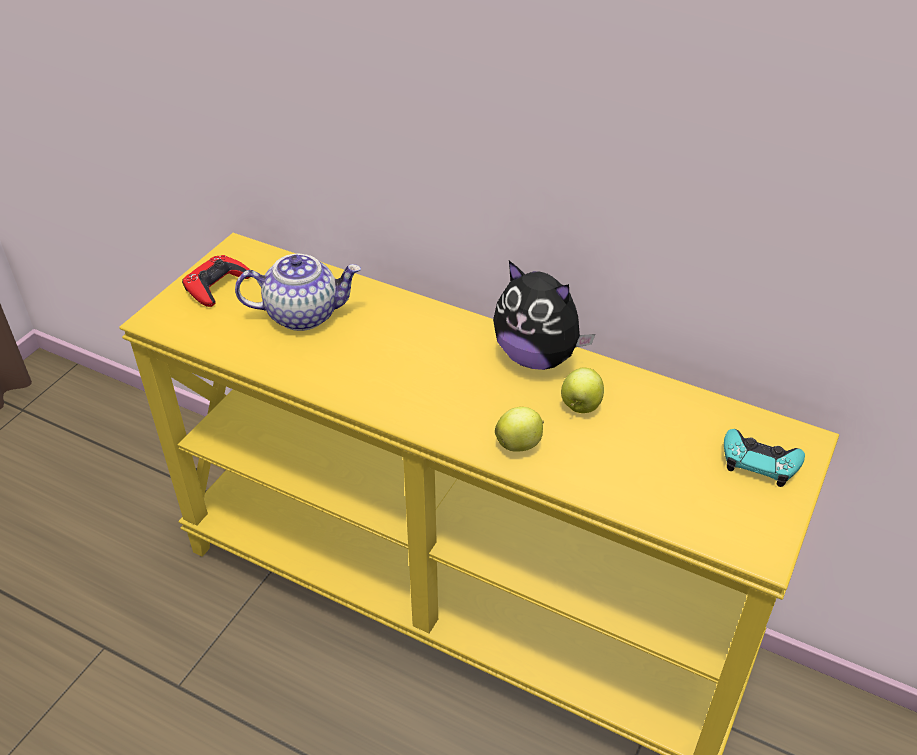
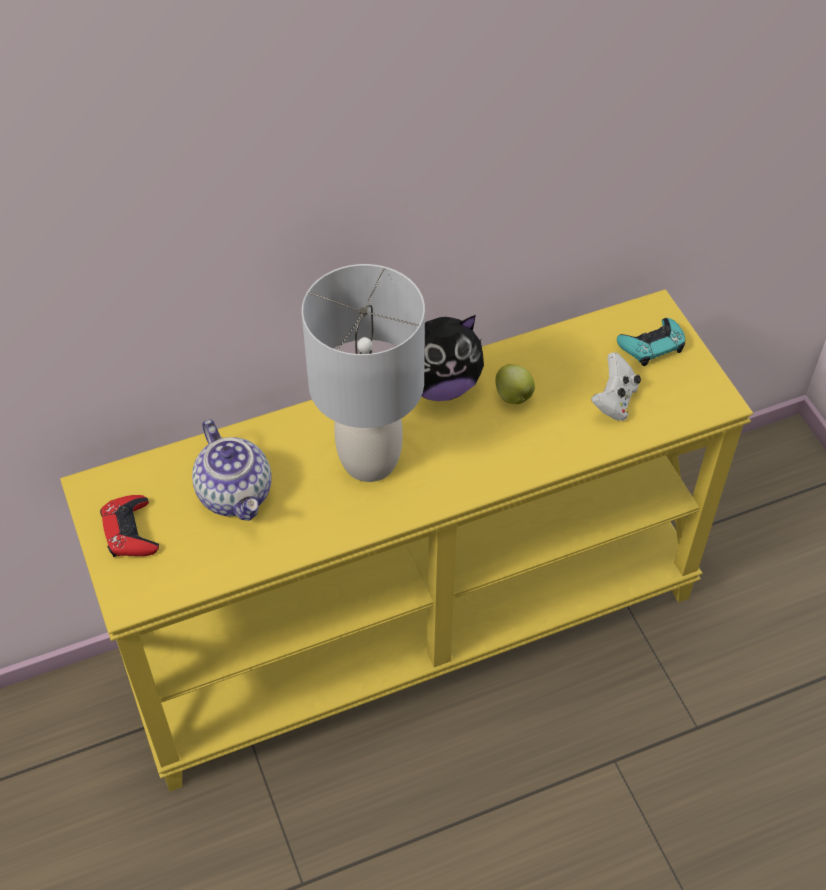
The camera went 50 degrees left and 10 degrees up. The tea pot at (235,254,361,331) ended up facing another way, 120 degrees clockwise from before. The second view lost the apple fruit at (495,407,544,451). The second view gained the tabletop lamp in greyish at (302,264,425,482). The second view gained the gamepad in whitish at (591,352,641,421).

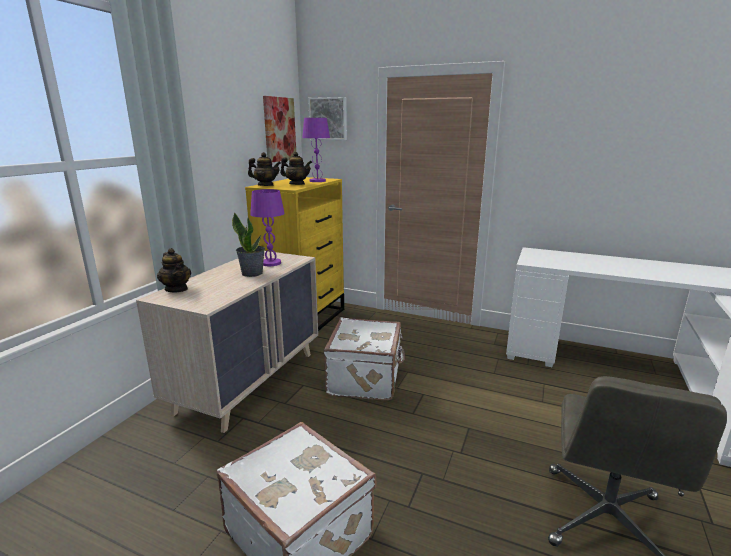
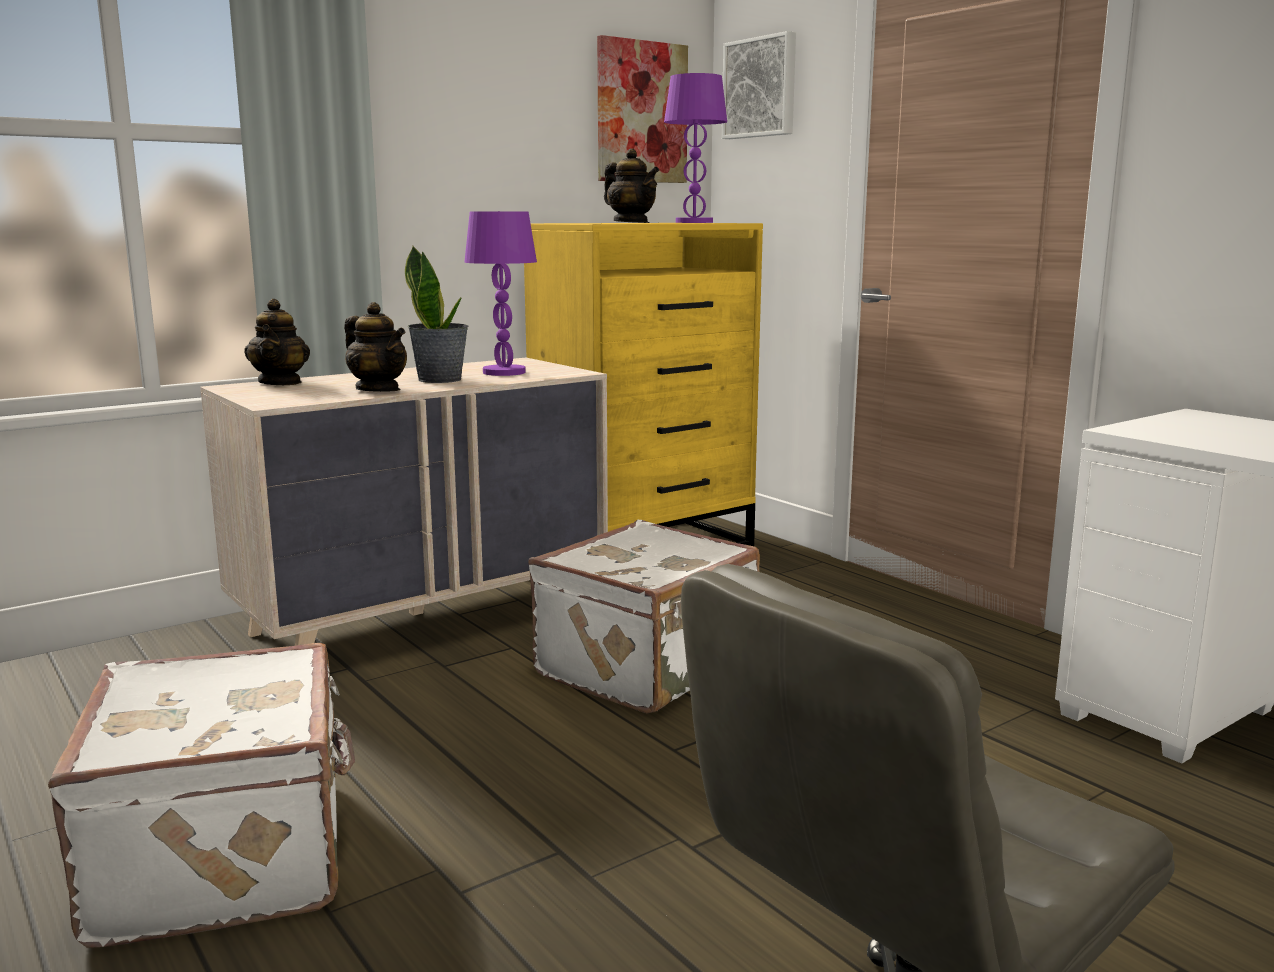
The camera went 30 degrees right and 5 degrees down. The tea pot ended up elsewhere, having gone from (248,152,281,186) to (344,302,407,392).

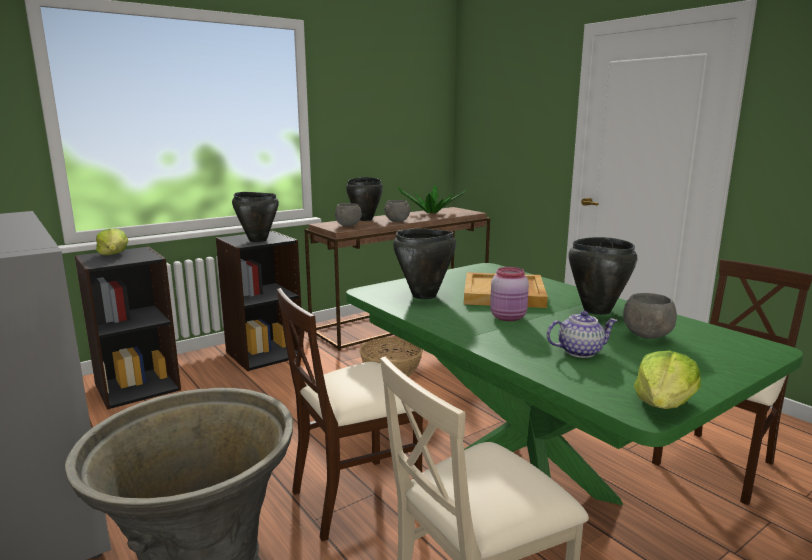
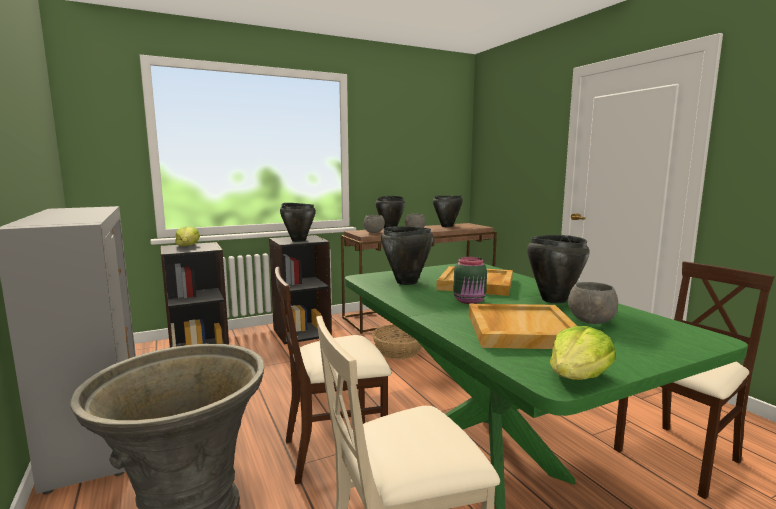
The camera went 10 degrees right and 5 degrees down. Where the potted plant stood at (398,185,467,213), the cooking pot in blackish came to stand at (433,195,463,227). What was the preserve jar in pink-coloured at (490,267,529,321) turned into the preserve jar in green at (453,257,487,304). Where the tea pot stood at (547,311,618,358), the tray in beige-coloured came to stand at (469,304,577,349).

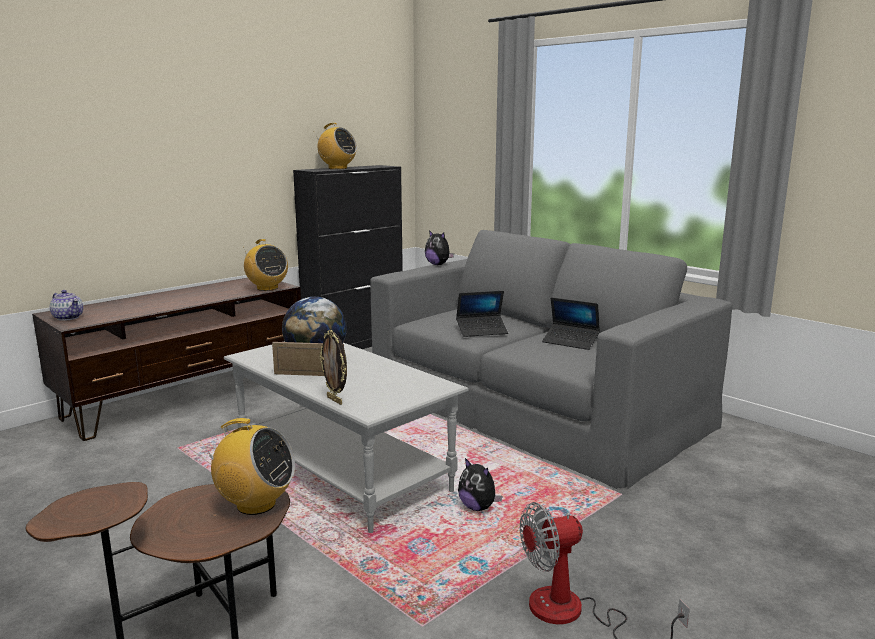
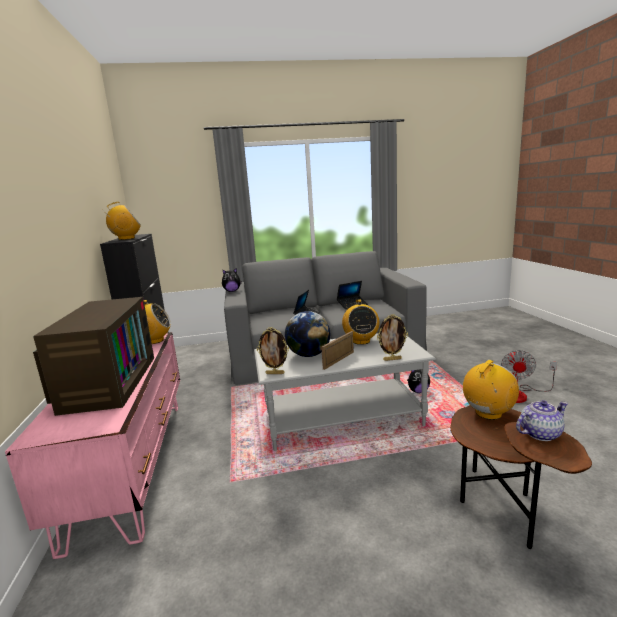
The camera went 55 degrees left and 0 degrees up. What was the tv unit in brown at (32,278,301,441) turned into the tv unit in pink-coloured at (5,332,180,559). The tea pot ended up elsewhere, having gone from (50,290,83,321) to (516,400,568,441). The second view gained the television at (33,297,154,416). The second view gained the radio at (342,299,380,345). The second view gained the standing frame at (257,327,289,374).

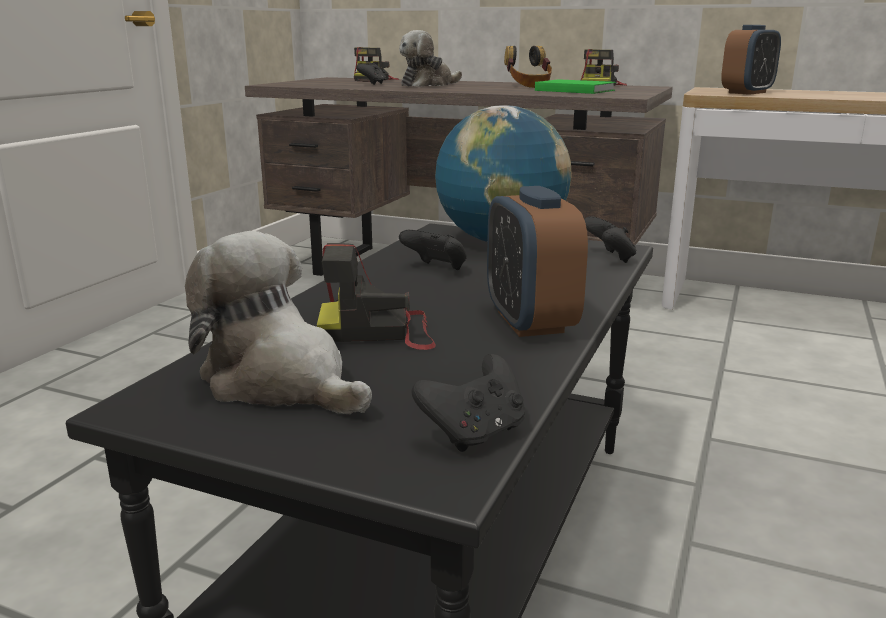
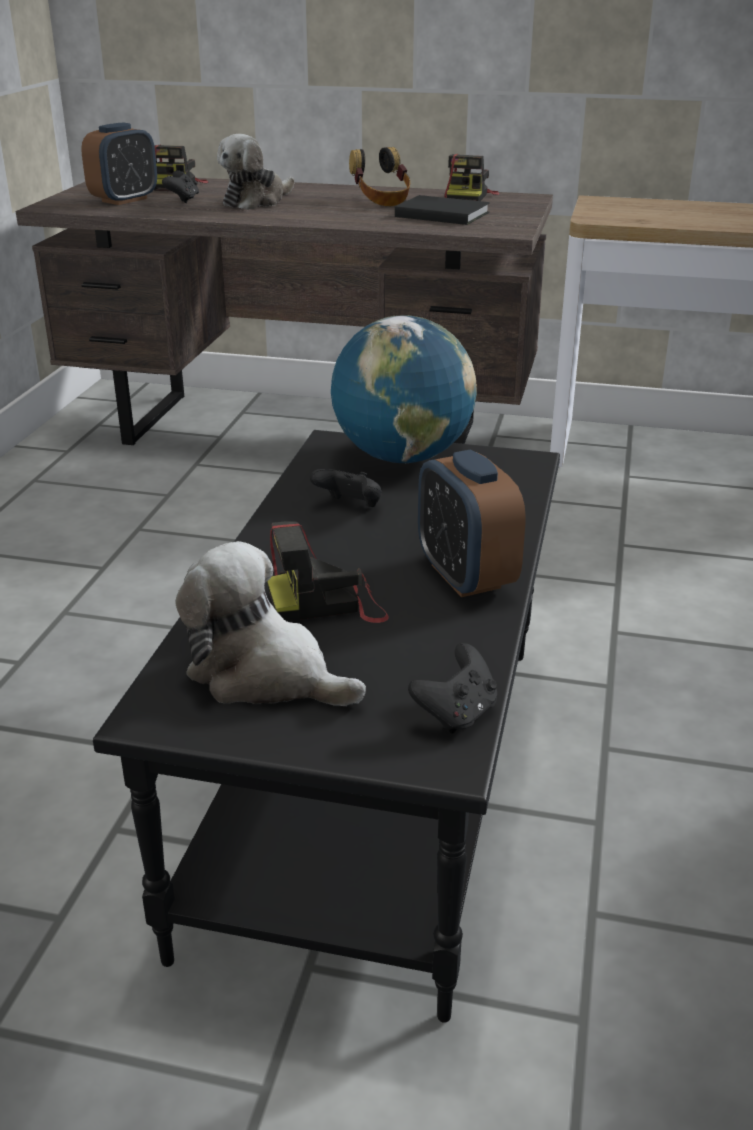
The camera went 10 degrees left and 10 degrees up. The bedside clock ended up elsewhere, having gone from (721,25,781,95) to (81,122,157,205). What was the bound book in green at (535,79,616,94) turned into the bound book in blackish at (395,195,490,225). The second view lost the gamepad in blackish at (584,216,636,263).

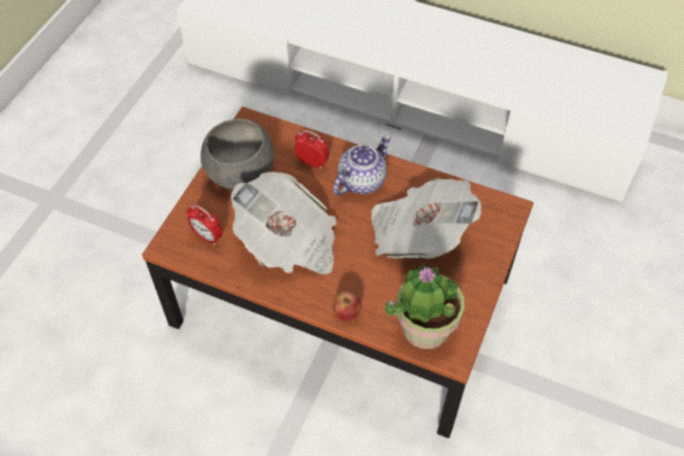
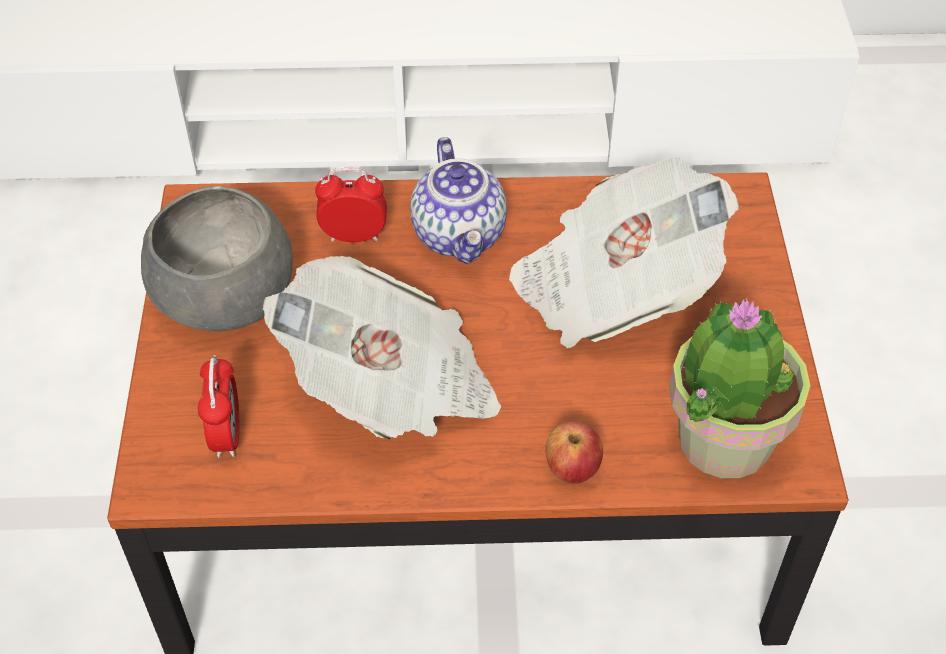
The camera went 25 degrees left and 5 degrees down. The tea pot at (333,135,391,195) ended up facing another way, 150 degrees clockwise from before. The bedside clock at (187,205,223,246) ended up facing another way, 105 degrees counterclockwise from before.

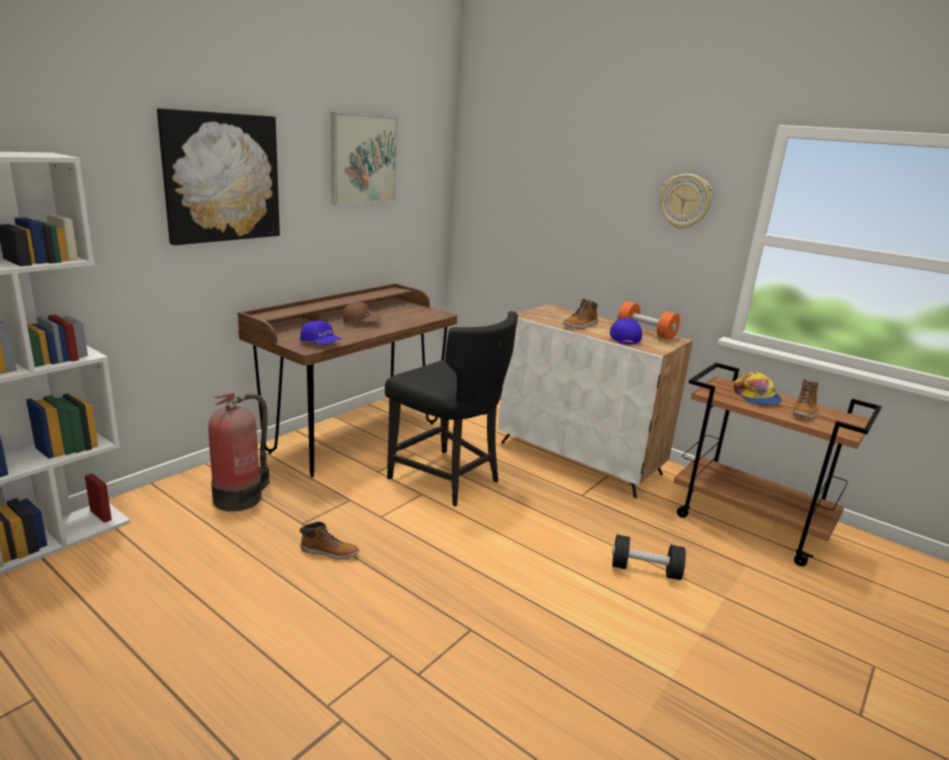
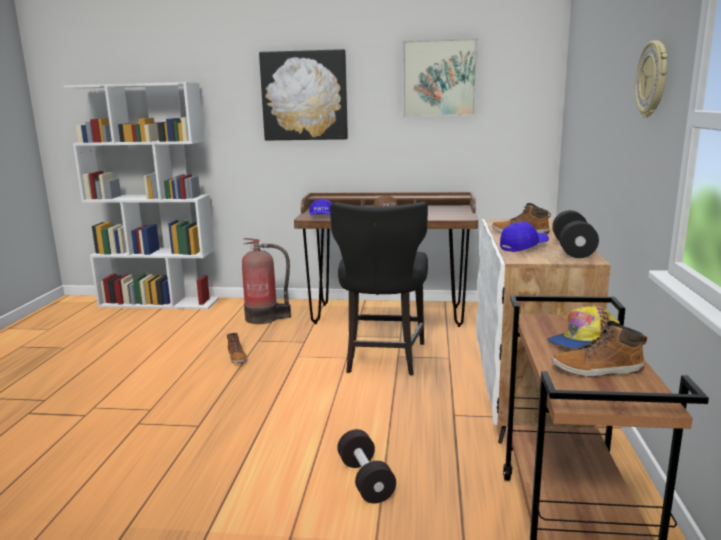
The camera went 60 degrees right and 5 degrees down. What was the free weight in orange at (618,301,680,340) turned into the free weight in blackish at (552,210,599,258).

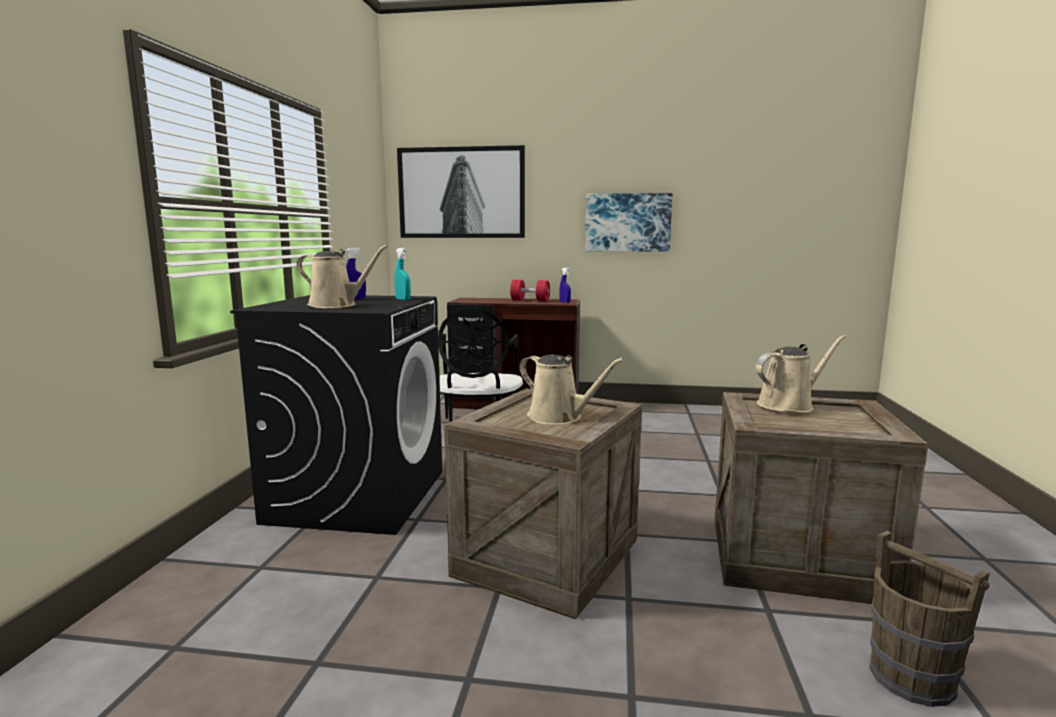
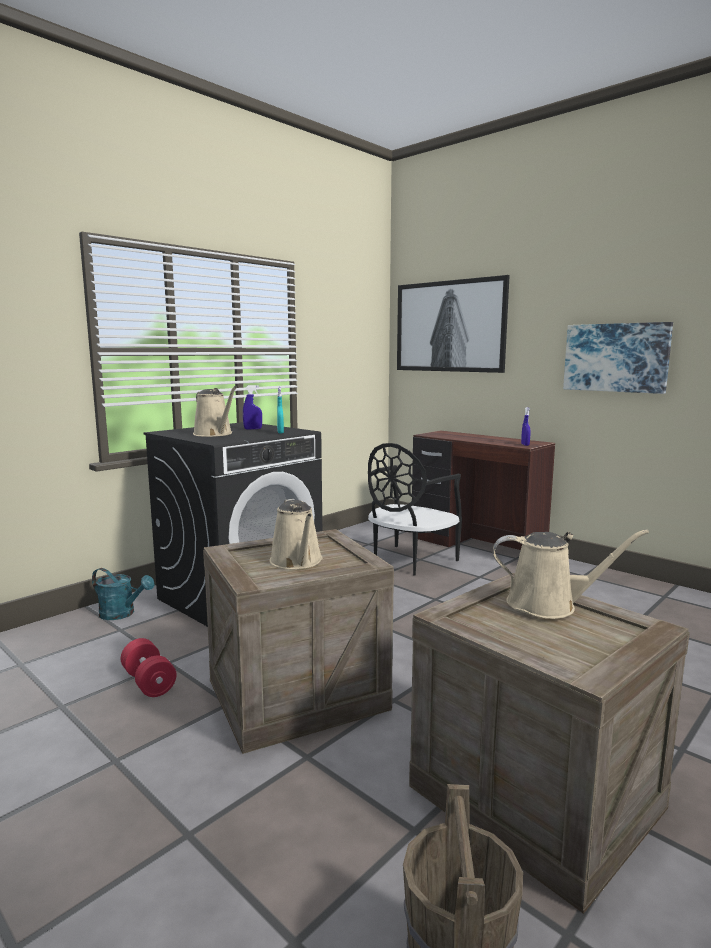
The camera went 35 degrees right and 0 degrees up. The free weight in red ended up elsewhere, having gone from (510,280,550,301) to (121,638,176,697). The second view gained the watering pot in turquoise at (92,568,155,620).

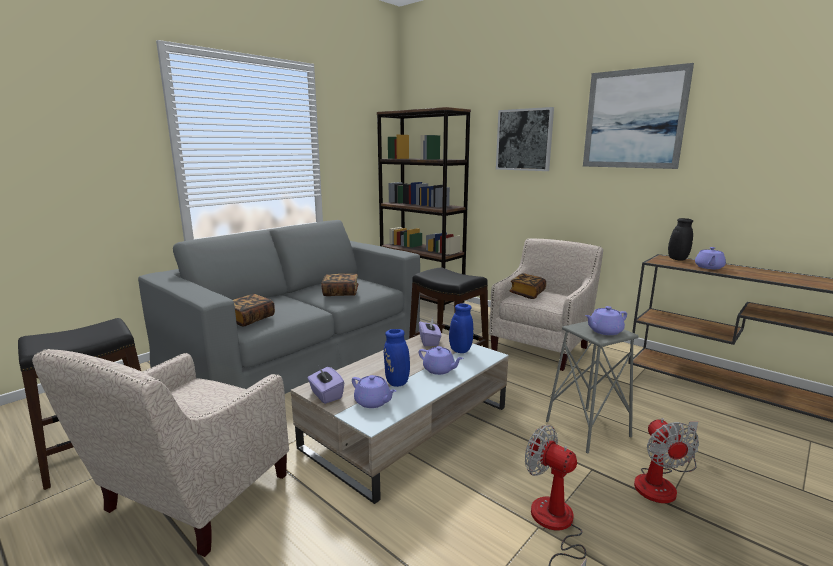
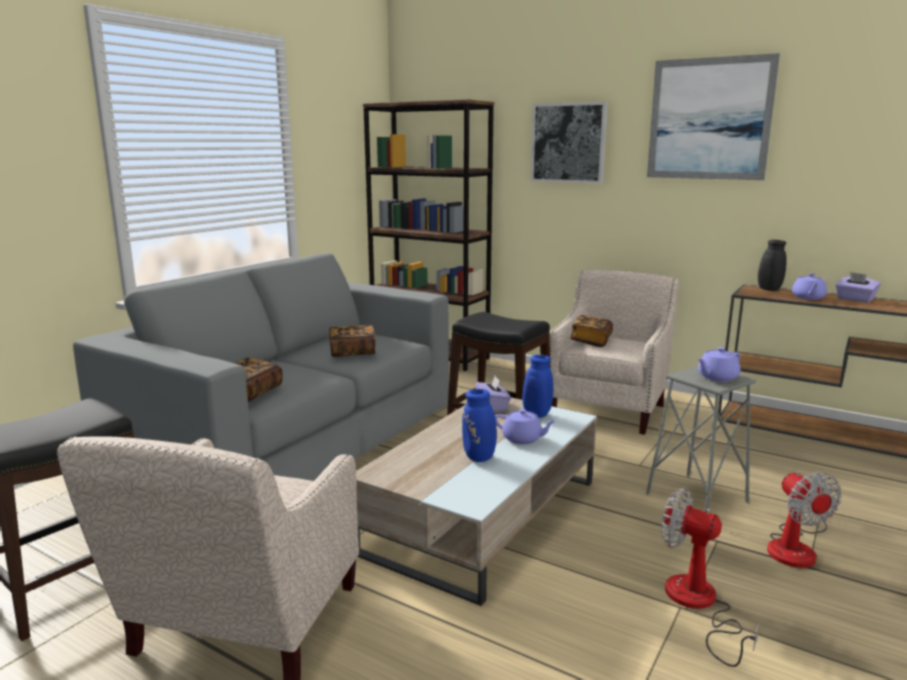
The camera went 10 degrees left and 0 degrees up. The box of tissues in purple-coloured ended up elsewhere, having gone from (307,367,344,404) to (835,272,881,302). The second view lost the tea pot in purple-coloured at (352,375,396,408).

